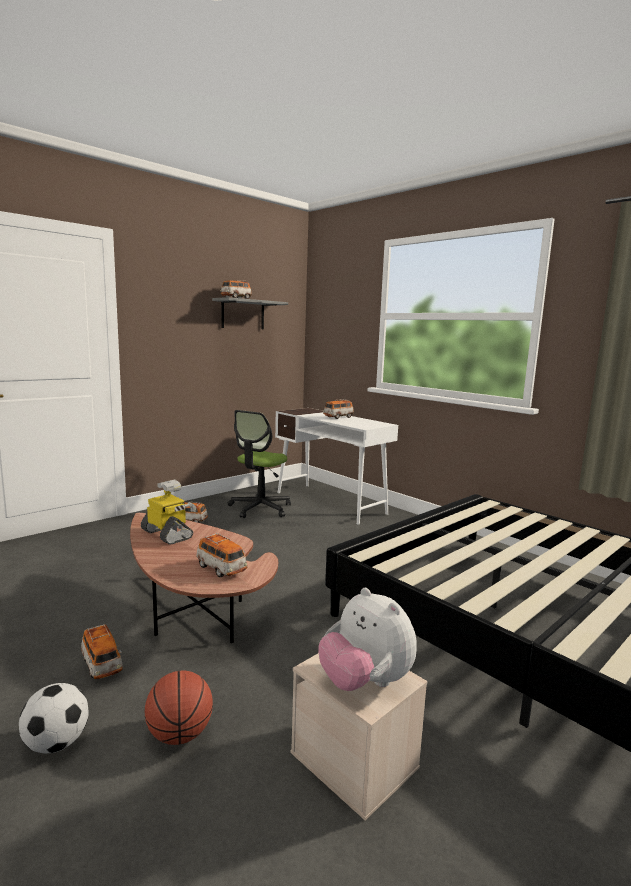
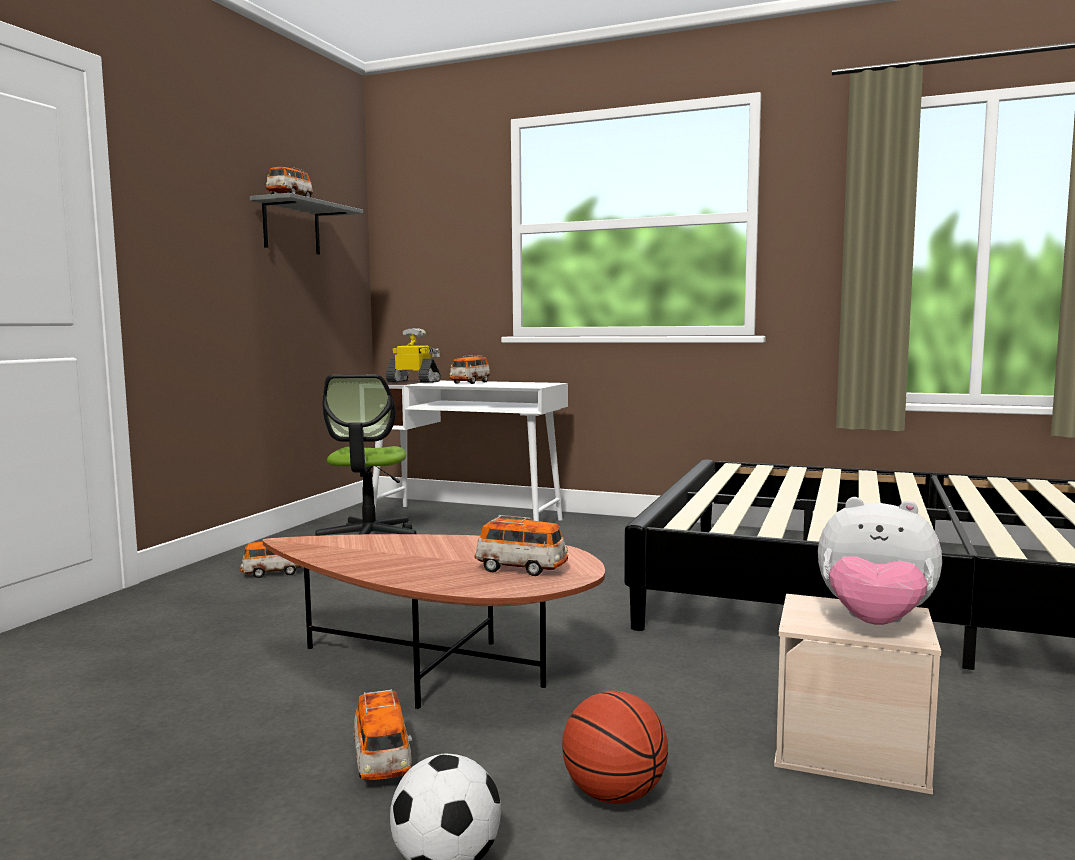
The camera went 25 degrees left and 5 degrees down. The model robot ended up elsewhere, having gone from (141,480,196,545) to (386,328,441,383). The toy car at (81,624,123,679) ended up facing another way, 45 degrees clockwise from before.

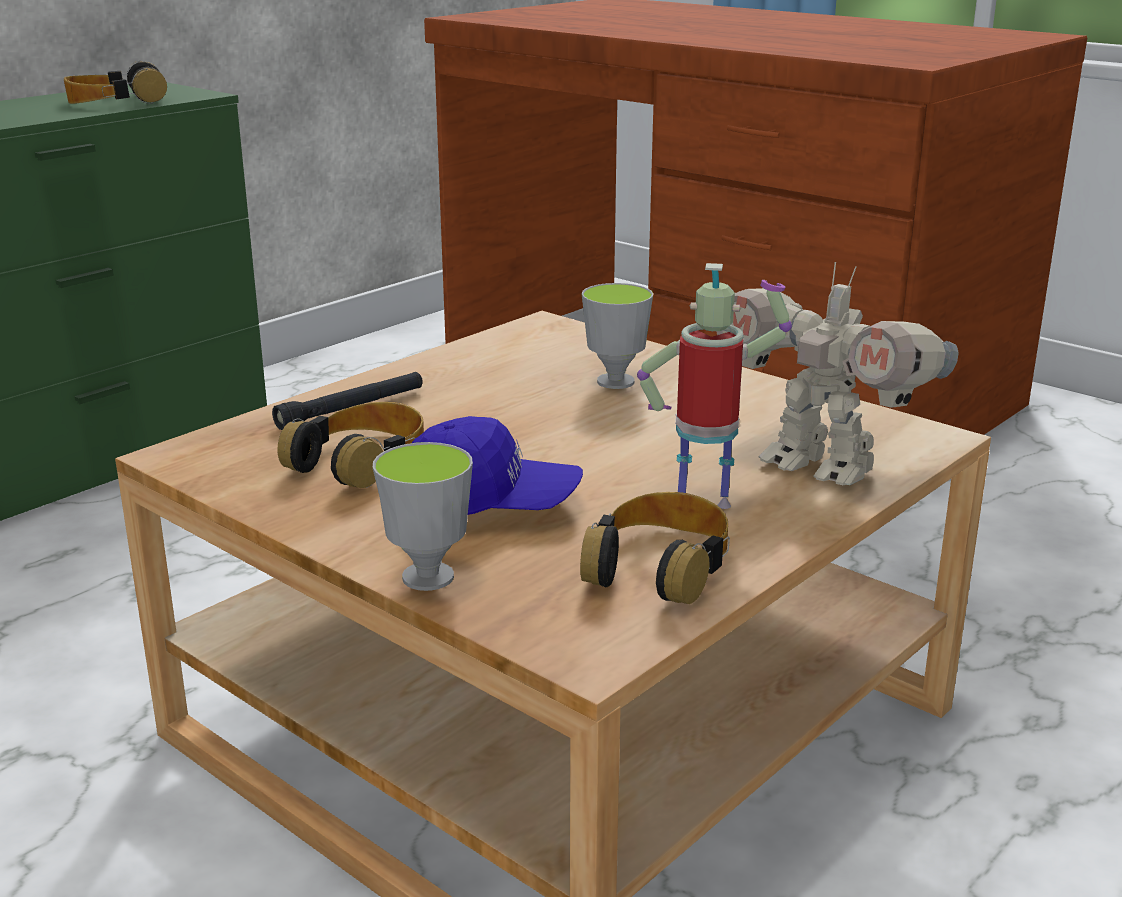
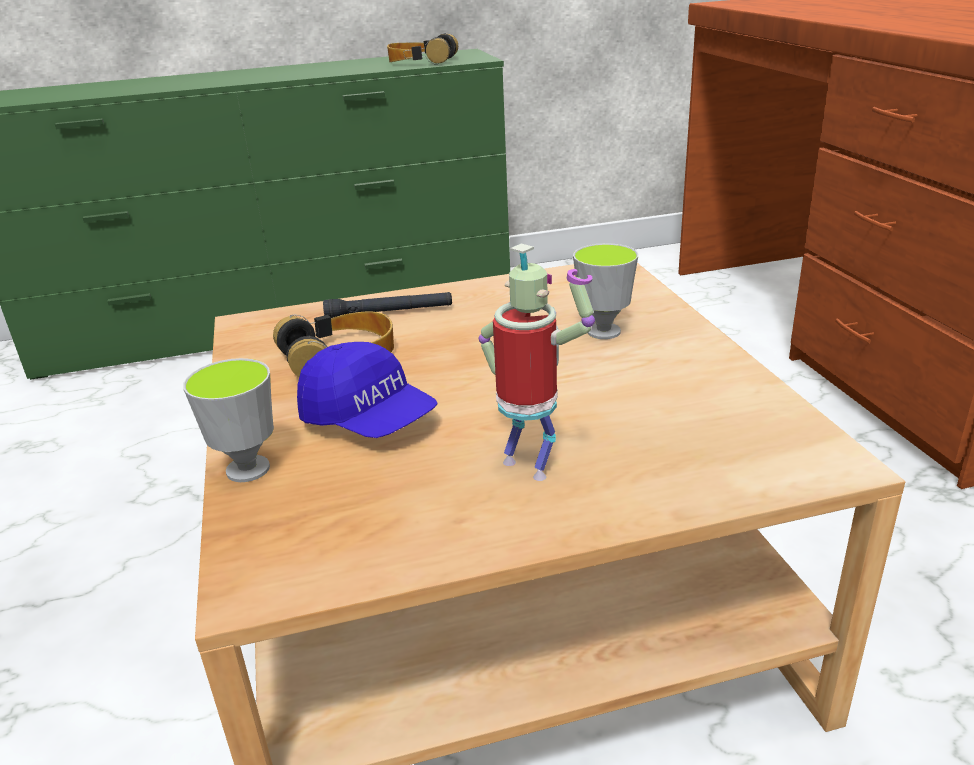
The camera went 35 degrees right and 5 degrees up. The second view lost the model robot at (716,262,959,485). The second view lost the headset at (580,492,730,604).

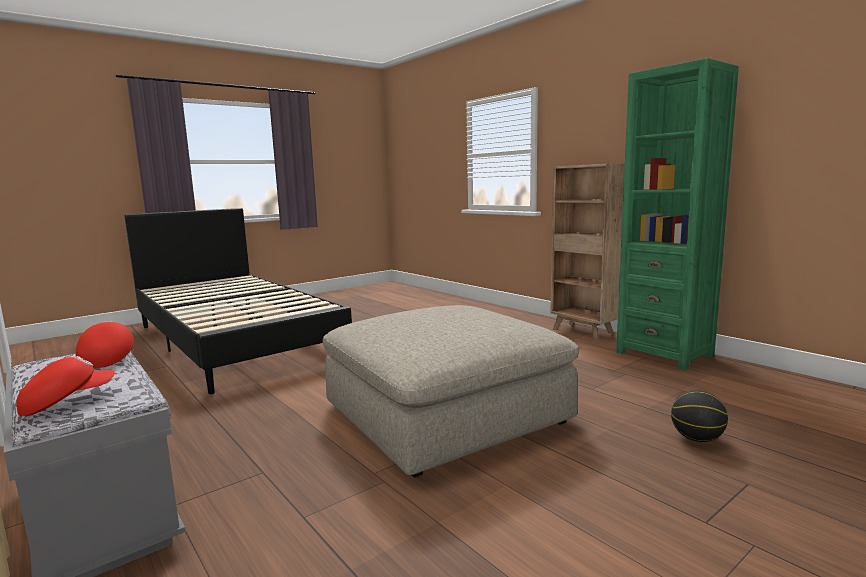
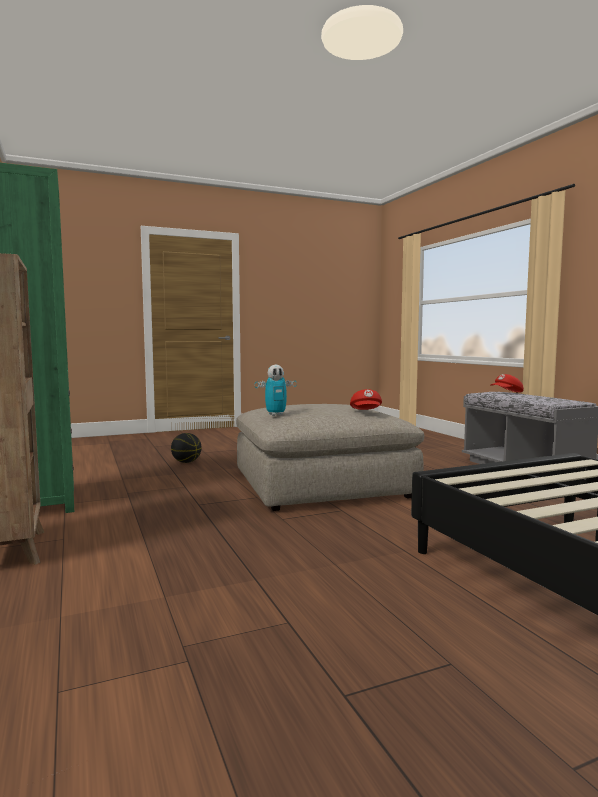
The camera went 165 degrees left and 5 degrees down. The baseball cap in red ended up elsewhere, having gone from (76,321,134,368) to (350,389,382,410). The second view gained the model robot at (255,365,297,416).

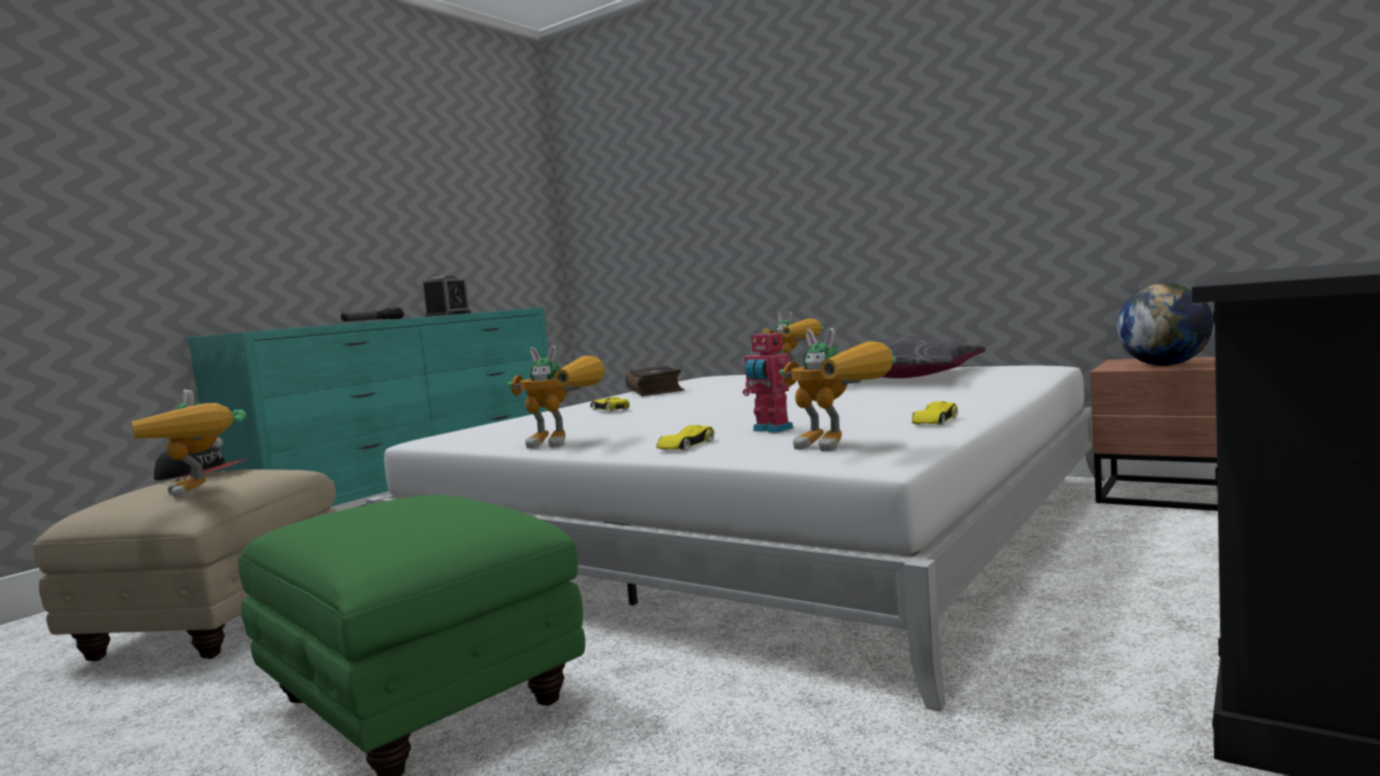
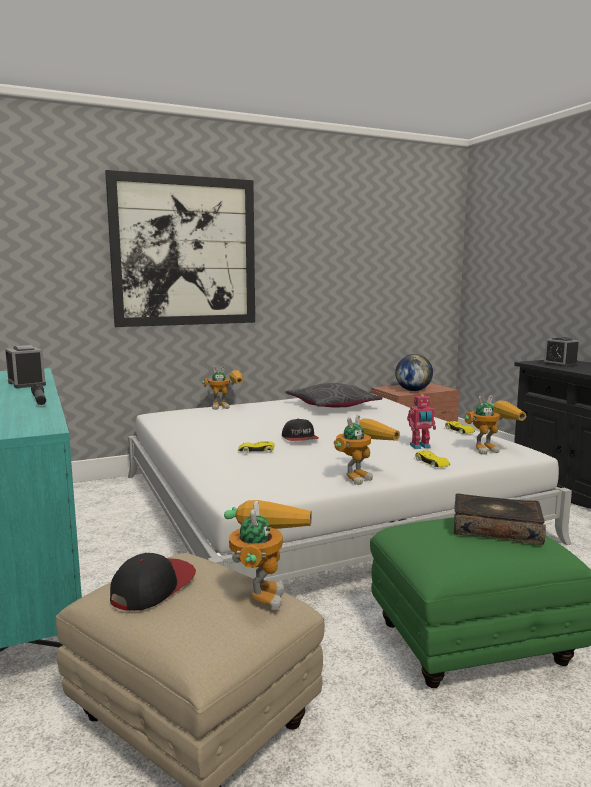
The camera went 60 degrees left and 5 degrees up. The bound book ended up elsewhere, having gone from (625,366,684,396) to (454,494,546,545). The model robot at (131,389,246,498) ended up facing another way, 75 degrees counterclockwise from before. The second view gained the picture at (105,170,255,327). The second view gained the bedside clock at (542,337,579,367). The second view gained the baseball cap at (282,418,319,441).

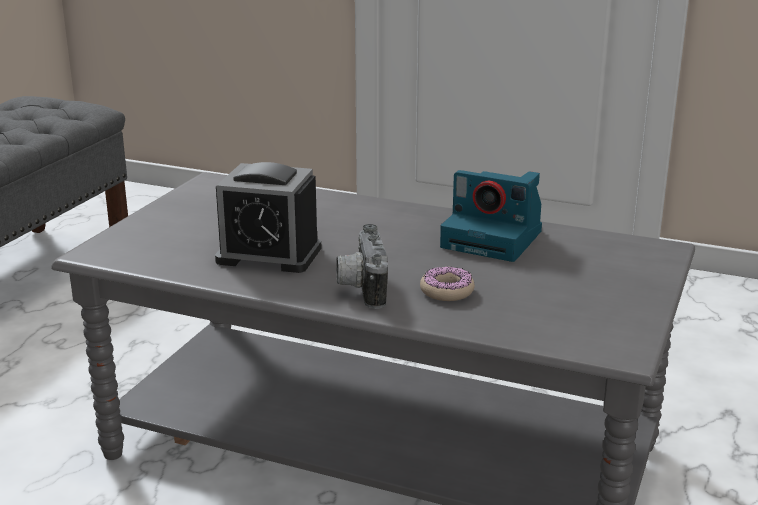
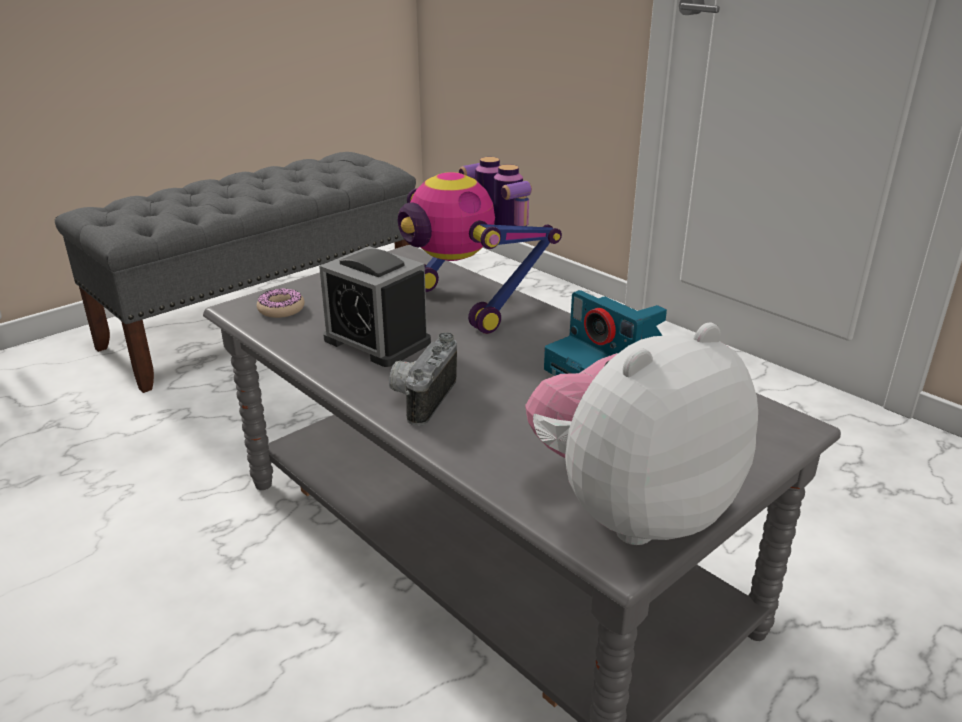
The camera went 25 degrees right and 5 degrees up. The ring doughnut ended up elsewhere, having gone from (420,267,475,301) to (257,288,304,318). The second view gained the model robot at (398,157,562,334). The second view gained the soft toy at (525,323,758,545).

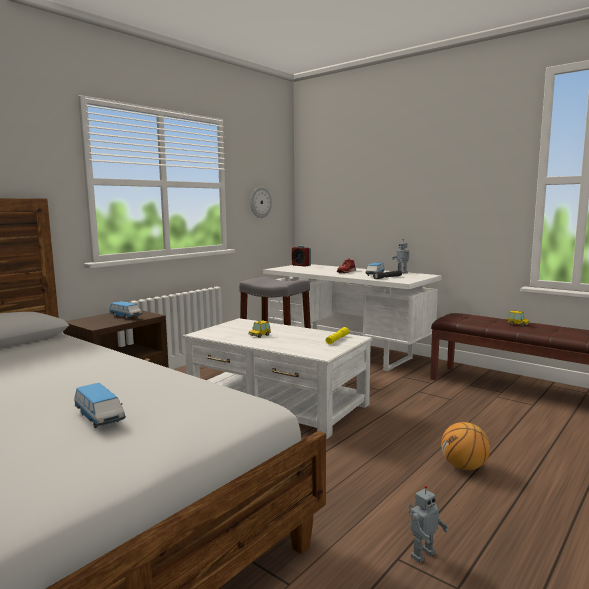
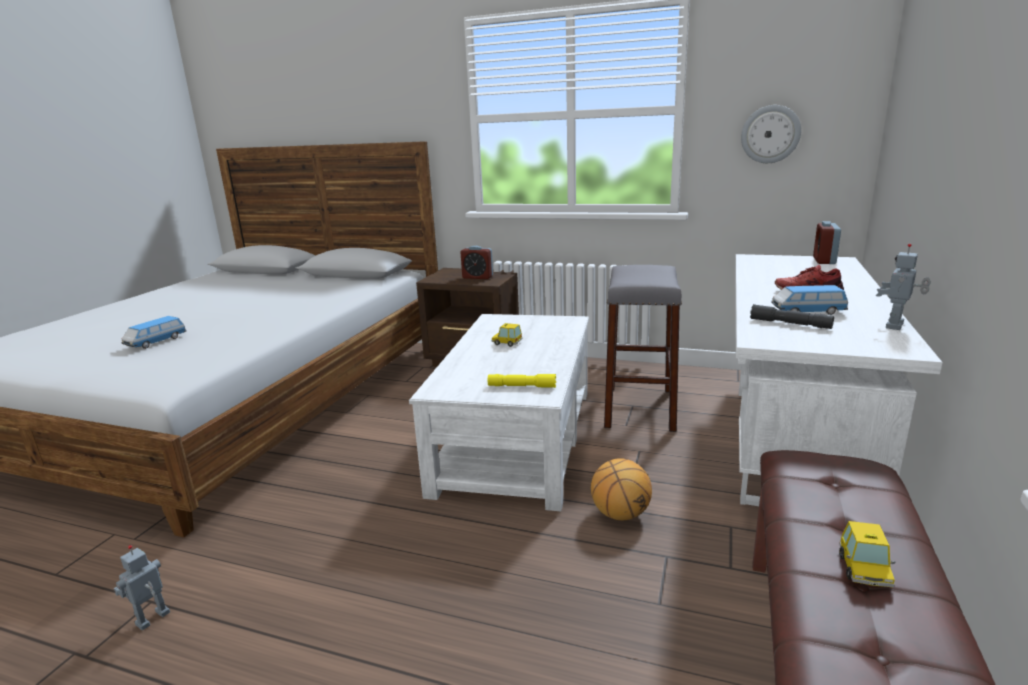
The camera went 70 degrees right and 10 degrees up. Where the toy car stood at (110,301,142,319), the bedside clock came to stand at (460,246,493,279). The ball for basketball ended up elsewhere, having gone from (441,422,490,470) to (591,458,652,520). The model robot at (408,485,449,563) ended up facing another way, 90 degrees clockwise from before.

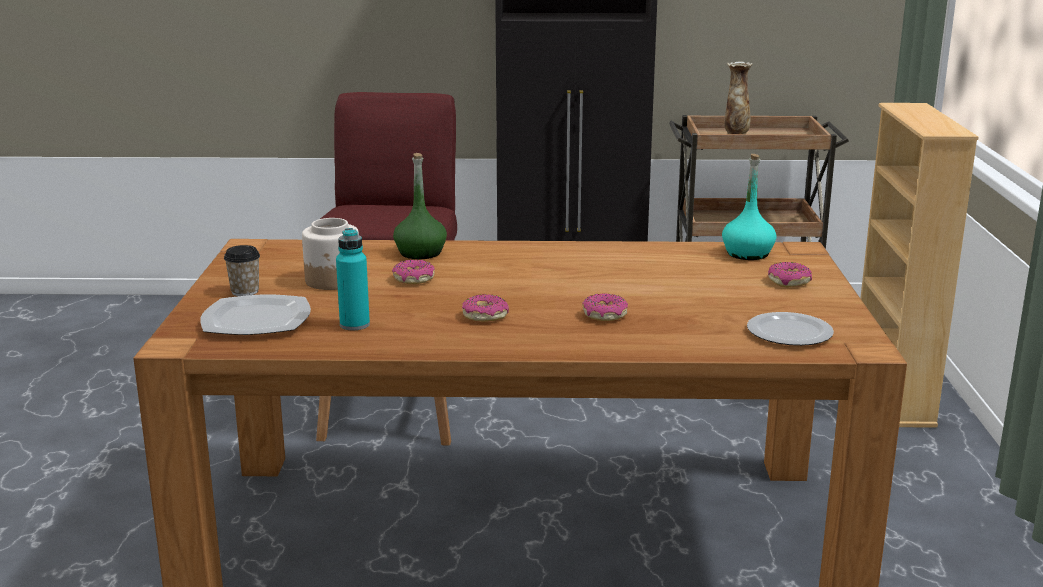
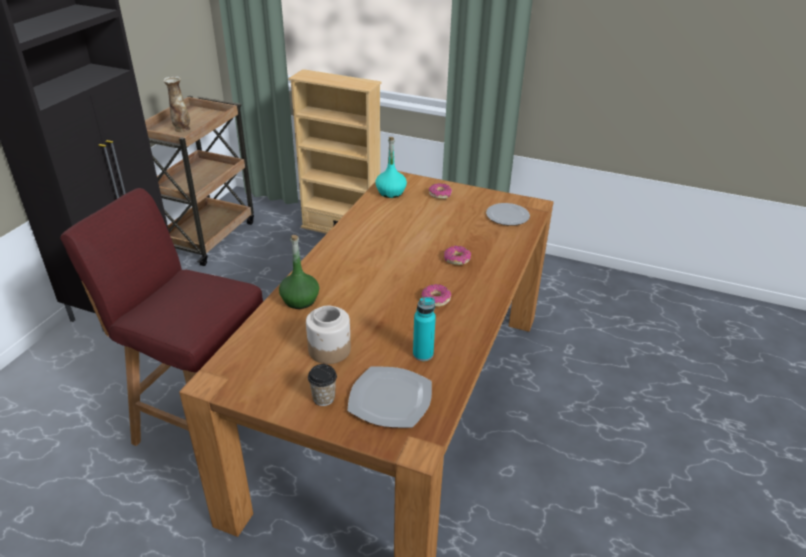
The camera went 70 degrees left and 15 degrees up. The second view lost the ring doughnut at (392,260,435,284).

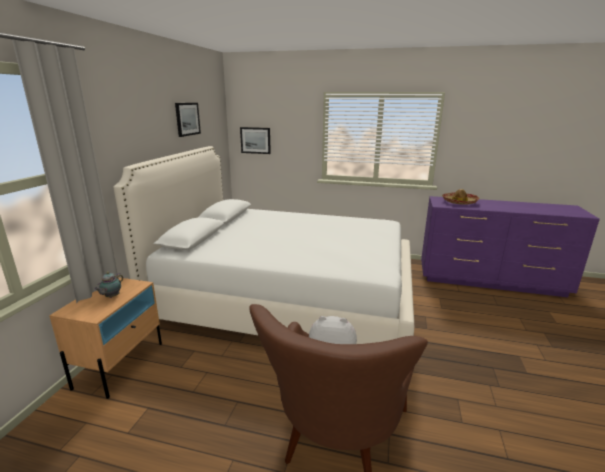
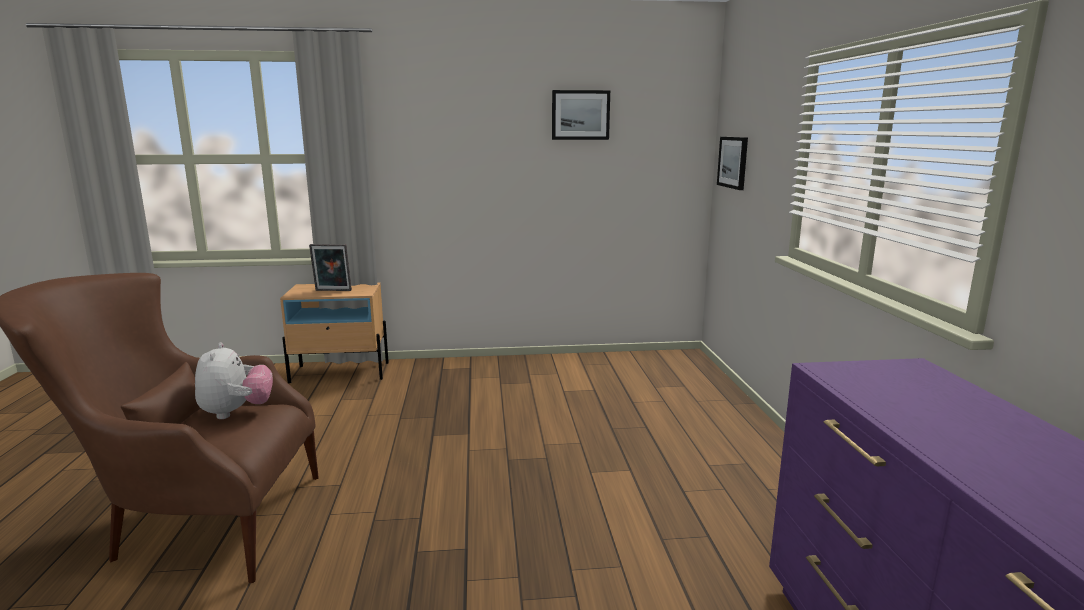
The camera went 70 degrees right and 5 degrees down. The second view lost the bed in whitish at (114,146,414,344). The second view lost the clothing hat at (442,189,479,205). Where the tea pot stood at (94,272,123,298), the standing frame came to stand at (309,244,352,291).

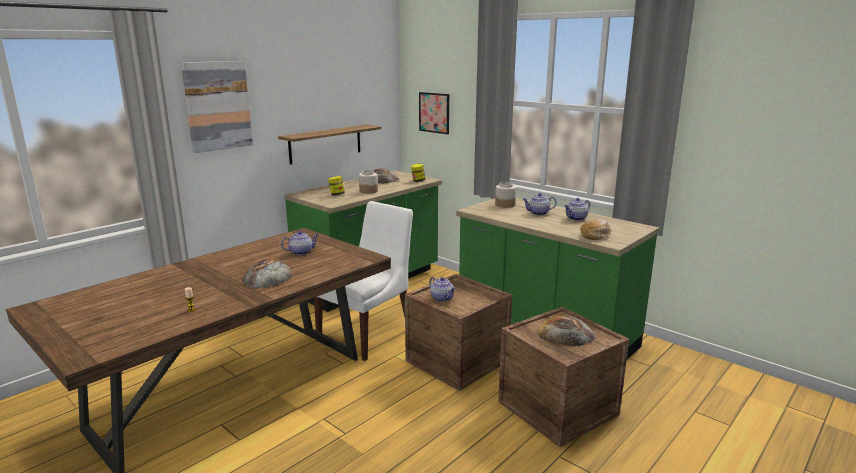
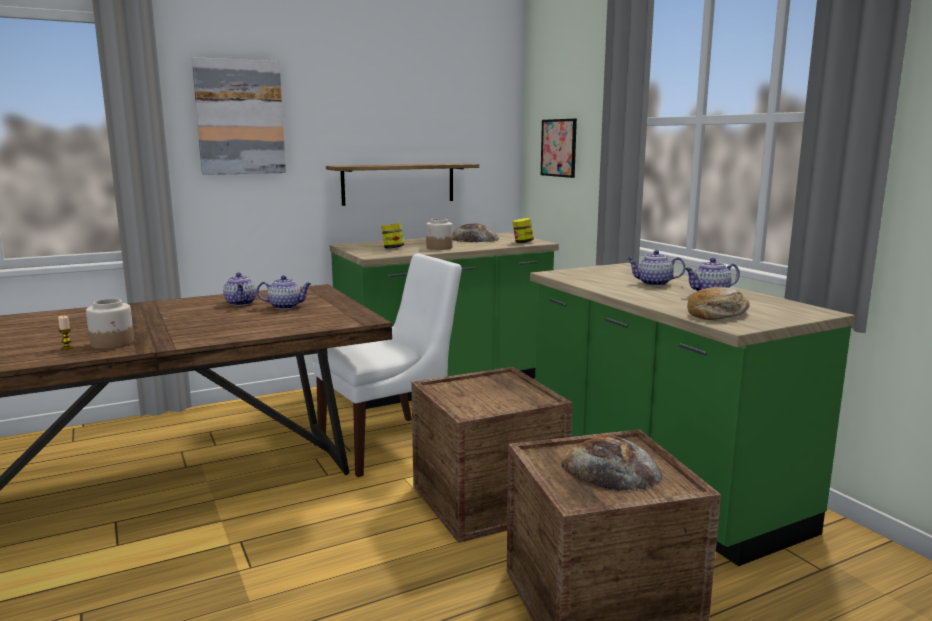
The camera went 20 degrees right and 5 degrees down. The preserve jar ended up elsewhere, having gone from (495,182,516,208) to (86,299,134,349). The second view lost the bakery bread at (243,259,293,289). The tea pot ended up elsewhere, having gone from (429,277,456,302) to (223,273,257,306).

